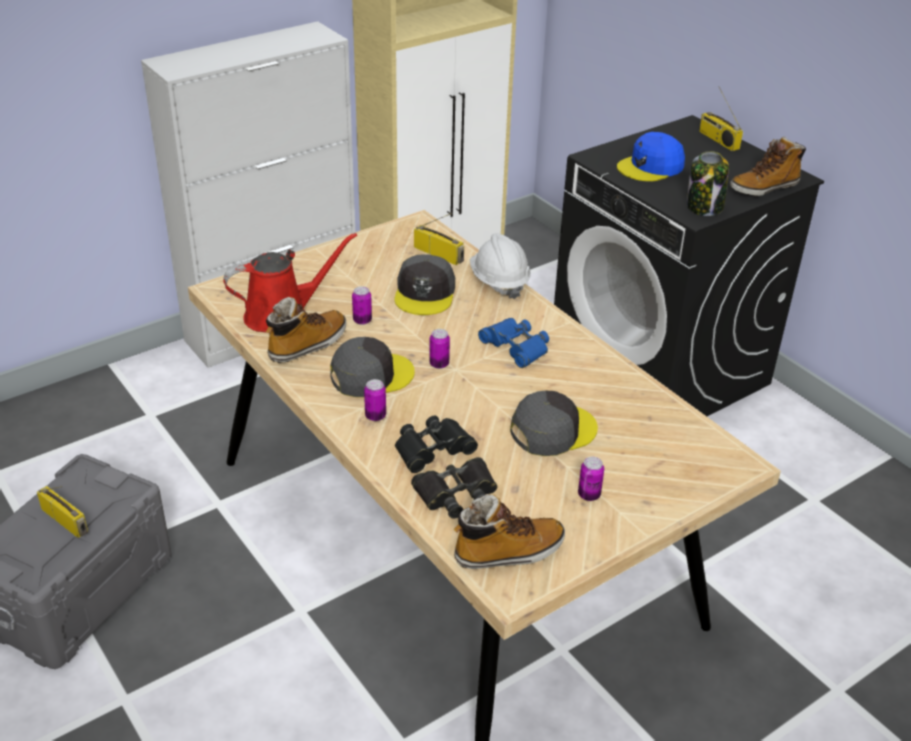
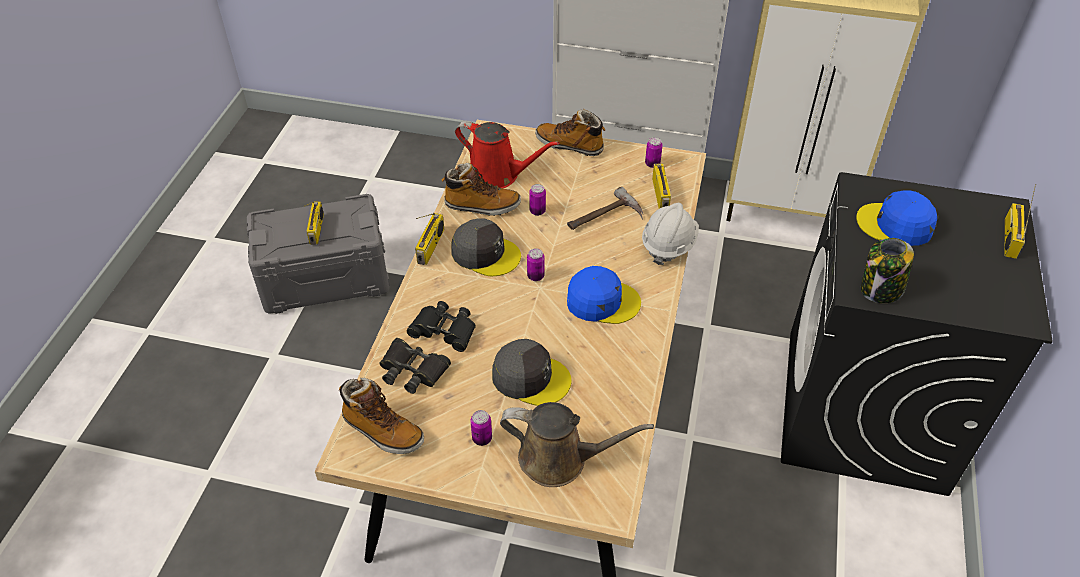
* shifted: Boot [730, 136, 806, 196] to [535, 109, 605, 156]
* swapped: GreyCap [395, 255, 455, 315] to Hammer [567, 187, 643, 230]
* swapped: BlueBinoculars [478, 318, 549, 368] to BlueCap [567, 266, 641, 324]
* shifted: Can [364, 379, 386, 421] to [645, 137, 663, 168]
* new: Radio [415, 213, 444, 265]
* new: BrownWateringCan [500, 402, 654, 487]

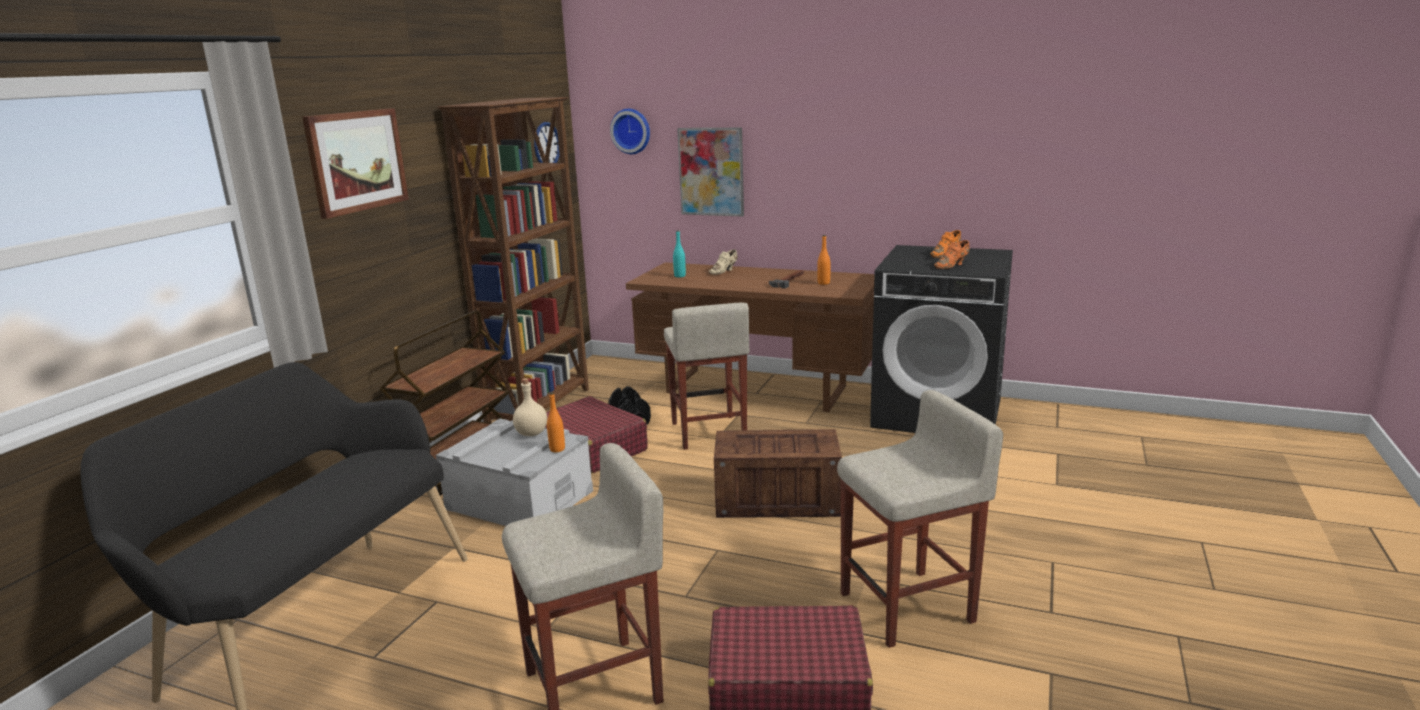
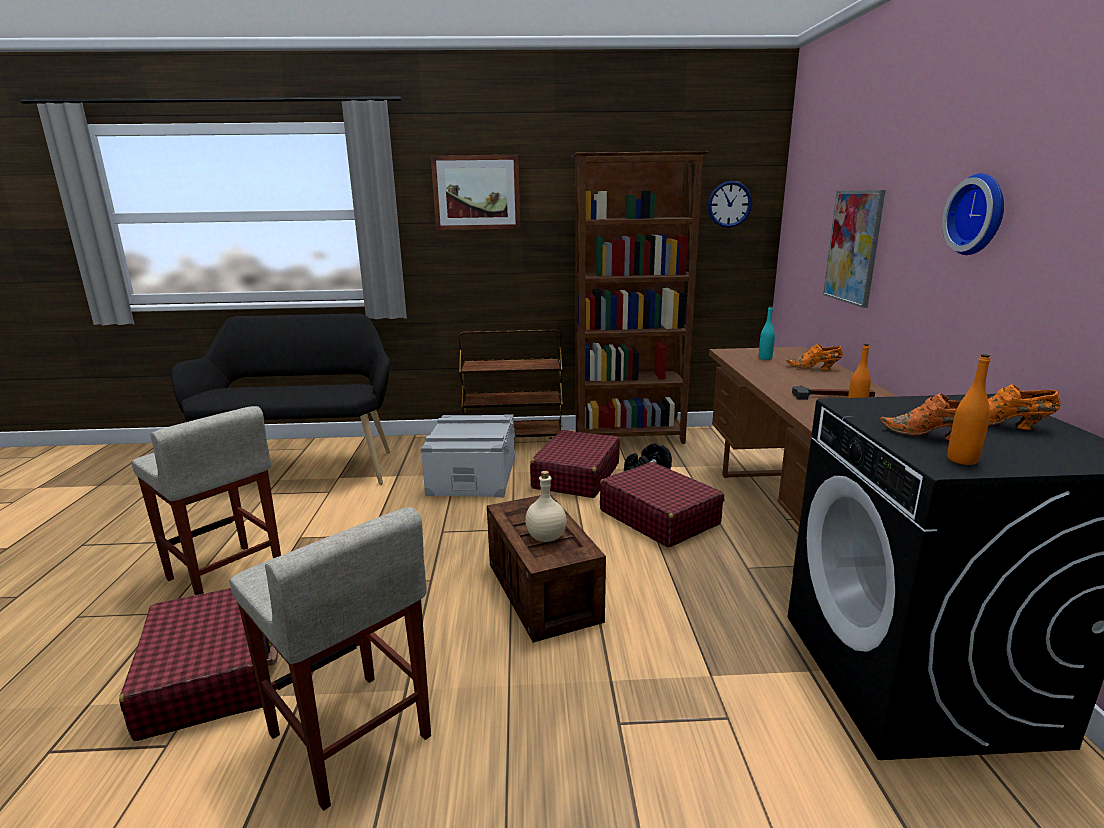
* shifted: WallClock [610, 109, 650, 154] to [942, 173, 1004, 255]
* repainted: BeigeShoe [708, 249, 738, 275] to OrangeShoe [786, 344, 843, 370]
* swapped: BeigeStool [664, 303, 750, 450] to RedSuitcase [600, 462, 724, 547]
* shifted: BeigeBottle [513, 378, 547, 436] to [525, 471, 567, 542]
* shifted: OrangeBottle [547, 392, 565, 452] to [947, 354, 990, 465]

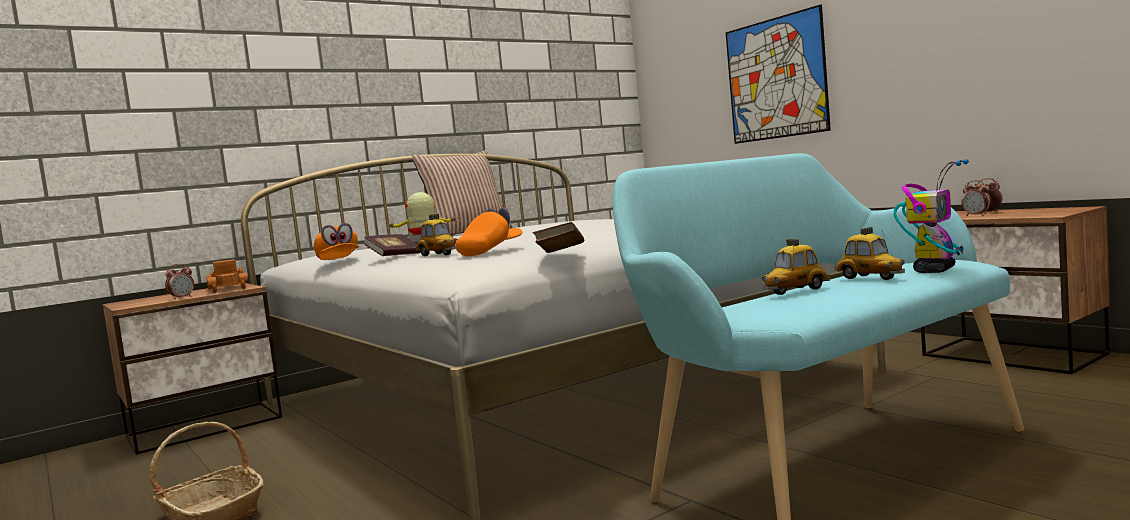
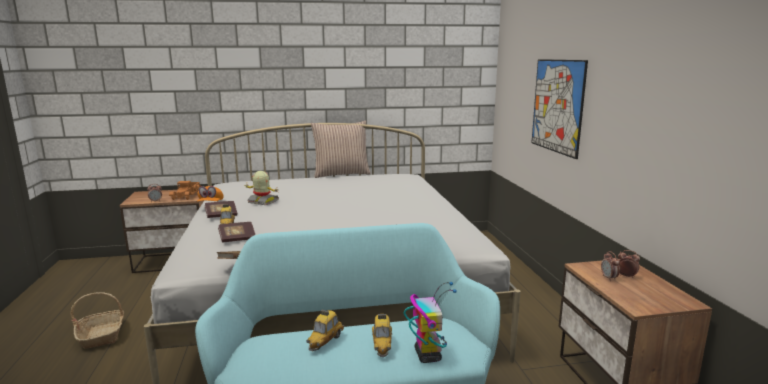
* rotated: ToyRobot [893, 159, 969, 273] = [403, 282, 457, 363] 75 degrees counterclockwise
* swapped: OrangeCap [455, 207, 522, 256] to Book [218, 222, 255, 243]
* rotated: ToyCar [762, 239, 830, 295] = [306, 310, 344, 351] 60 degrees counterclockwise

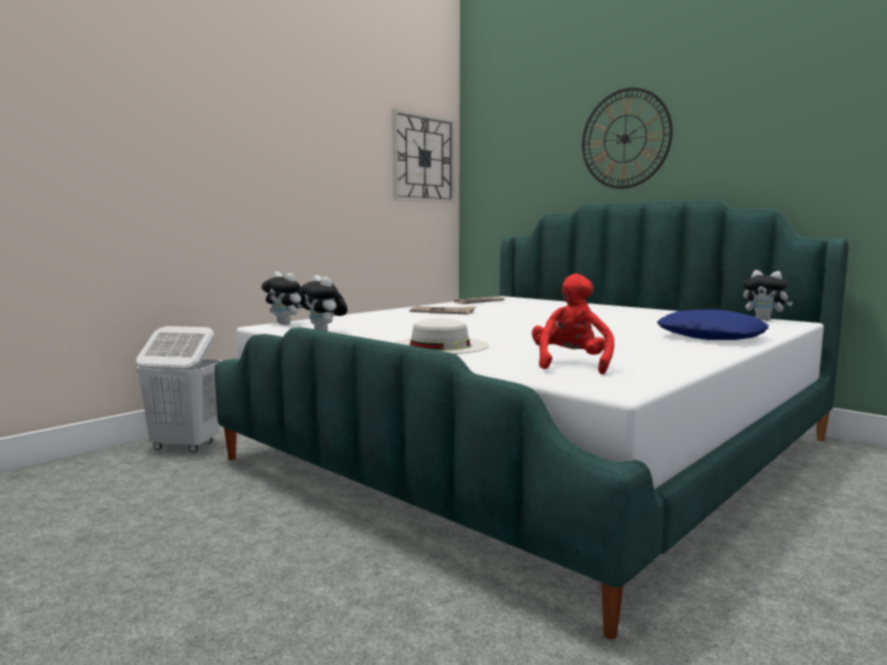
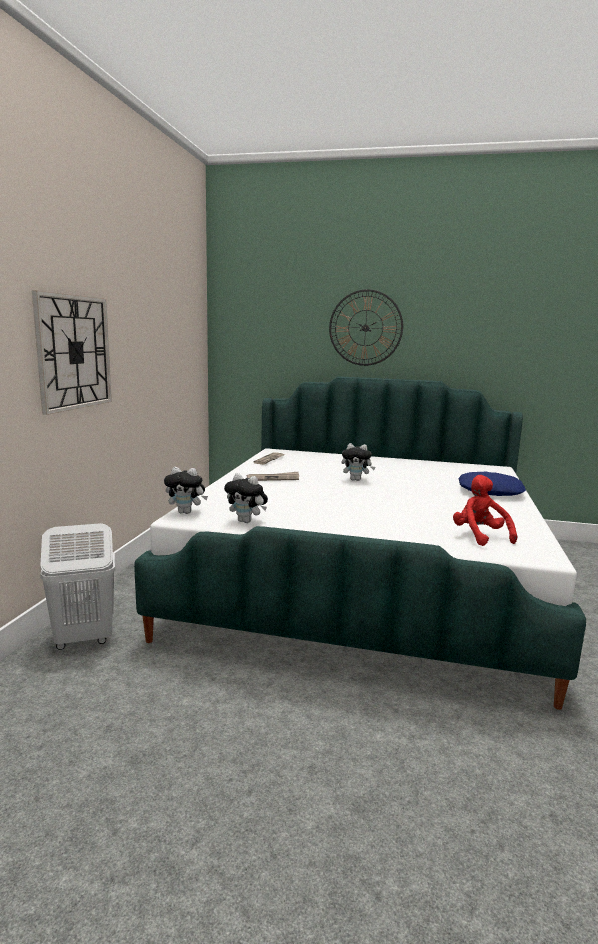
* shifted: WallClock [392, 109, 454, 203] to [32, 290, 112, 415]
* shifted: PlushToy [743, 270, 793, 321] to [341, 443, 375, 481]
* gone: WhiteHat [394, 318, 489, 354]

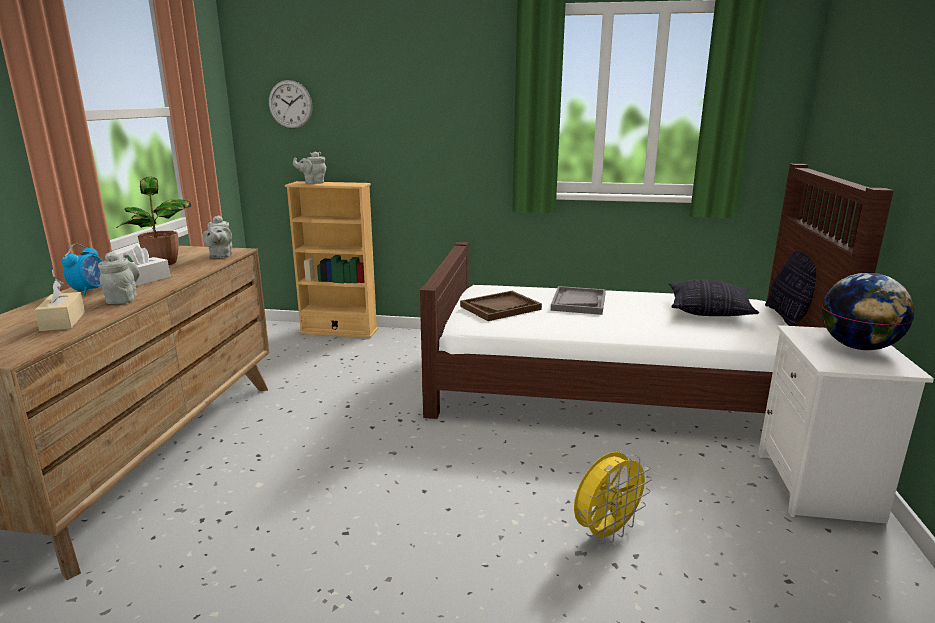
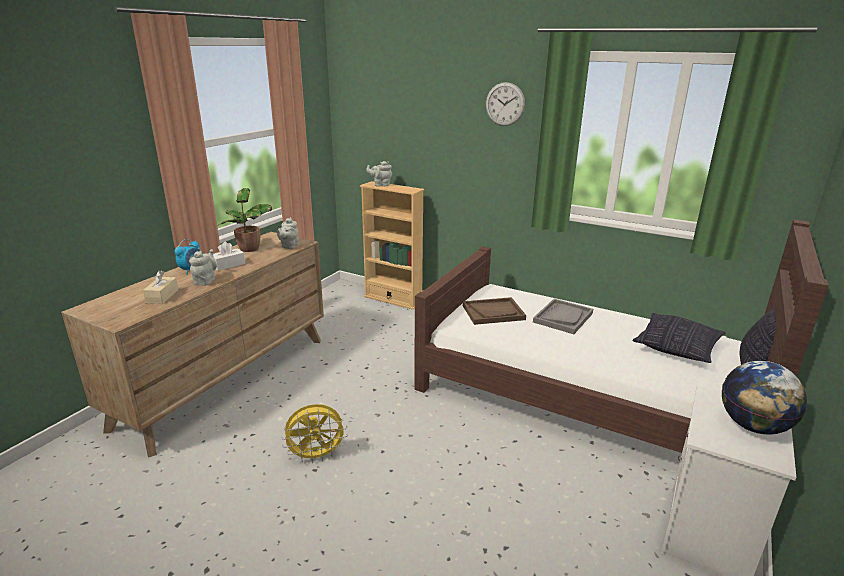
* shifted: WallClock [269, 80, 312, 129] to [486, 82, 525, 126]
* shifted: YellowFan [574, 452, 652, 545] to [281, 404, 348, 463]

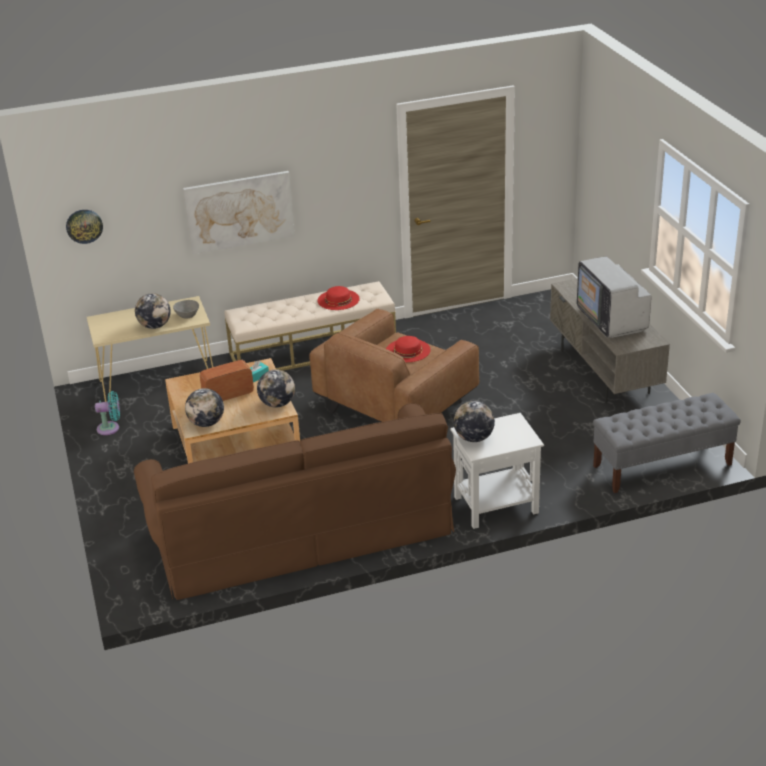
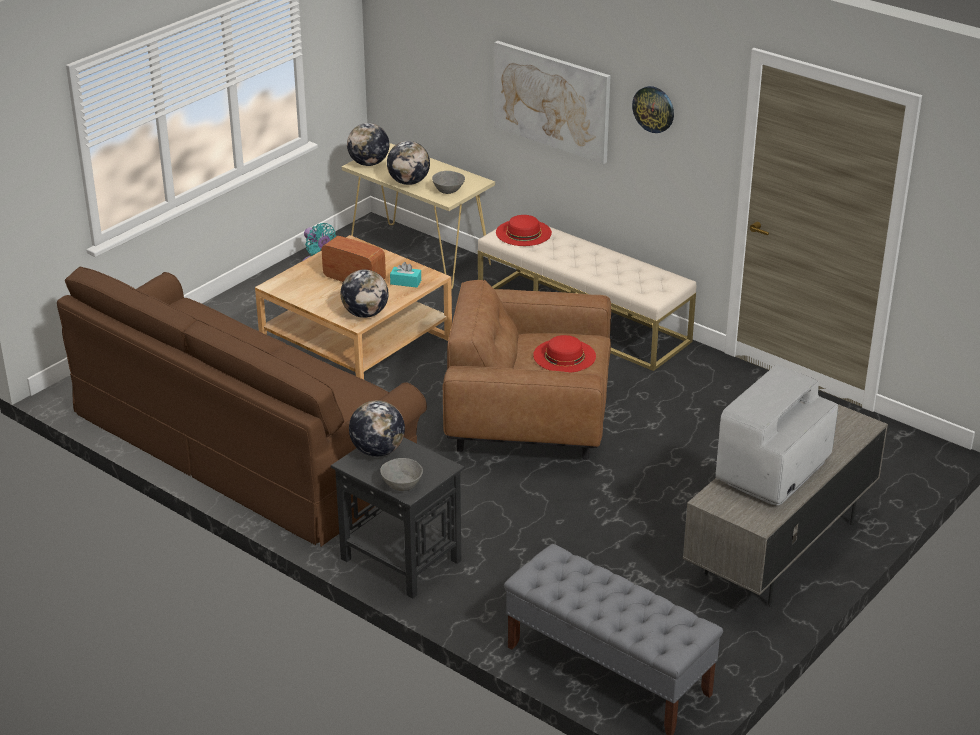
* shifted: WallClock [66, 210, 103, 244] to [632, 86, 674, 133]
* shifted: RedHat [317, 286, 360, 310] to [496, 215, 552, 246]
* shifted: Globe [185, 388, 224, 427] to [347, 123, 389, 166]
* repainted: WhiteSideTable [450, 413, 544, 529] to BlackSideTable [331, 437, 465, 598]
* new: GreyBowl [380, 458, 423, 491]

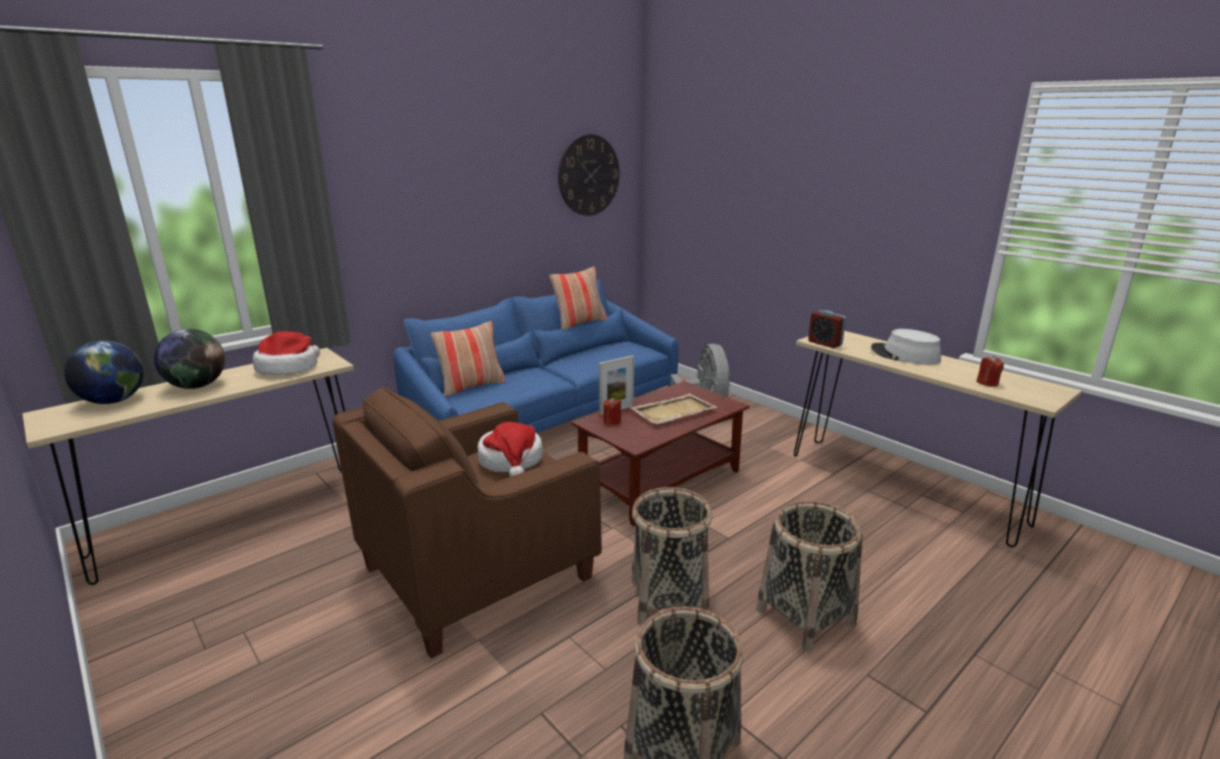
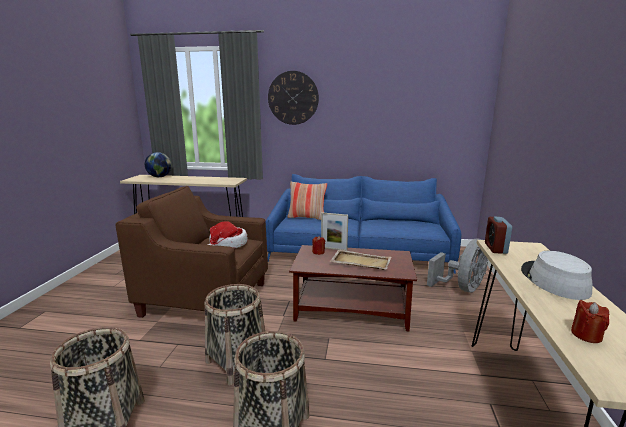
* shifted: WallClock [558, 134, 620, 216] to [268, 71, 319, 125]
* gone: Pillow [549, 266, 607, 331]
* gone: Globe [154, 329, 225, 389]
* gone: Hat [253, 331, 320, 375]

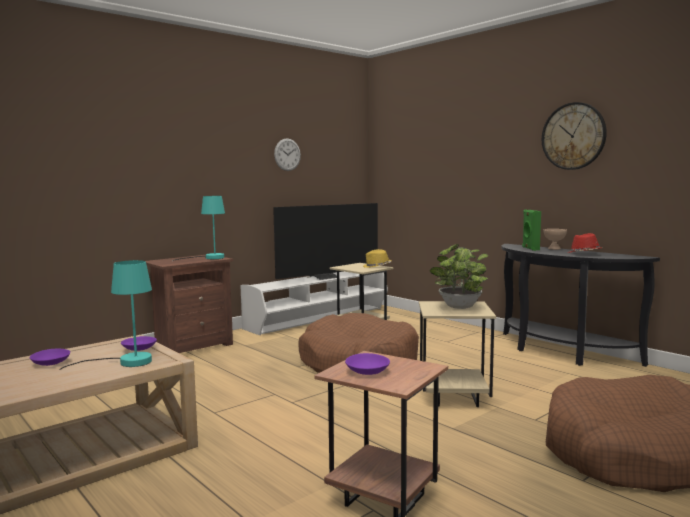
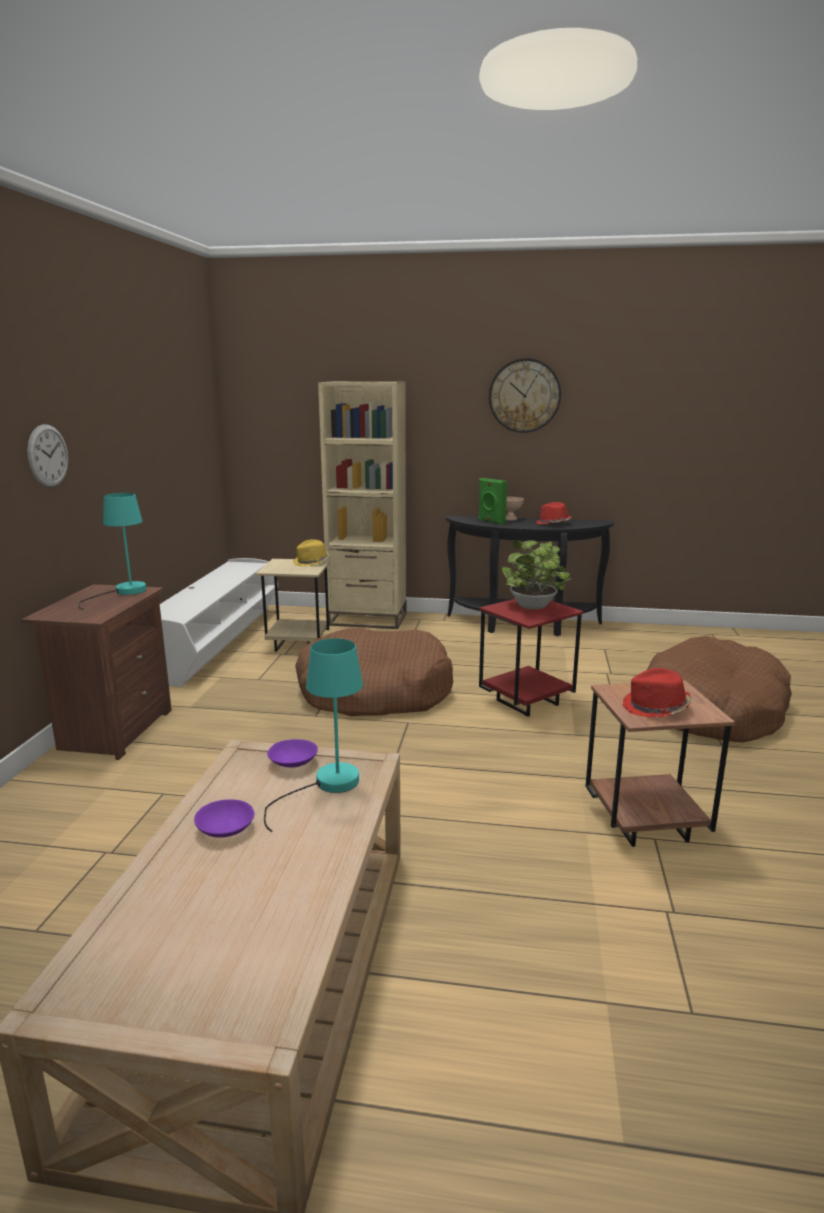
* shifted: WallClock [274, 138, 301, 171] to [27, 424, 68, 487]
* gone: Television [273, 203, 378, 280]
* repainted: BeigeSideTable [419, 301, 496, 407] to RedSideTable [479, 599, 584, 716]
* swapped: PurpleBowl [345, 353, 390, 375] to RedHat [623, 668, 692, 718]
* new: BeigeBookcase [318, 382, 406, 629]

